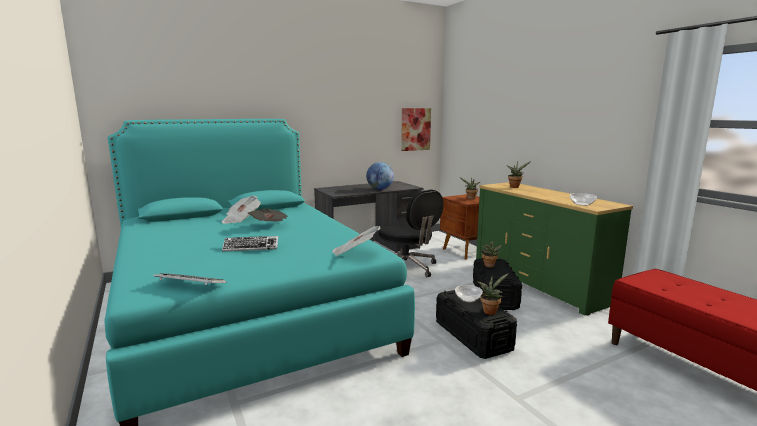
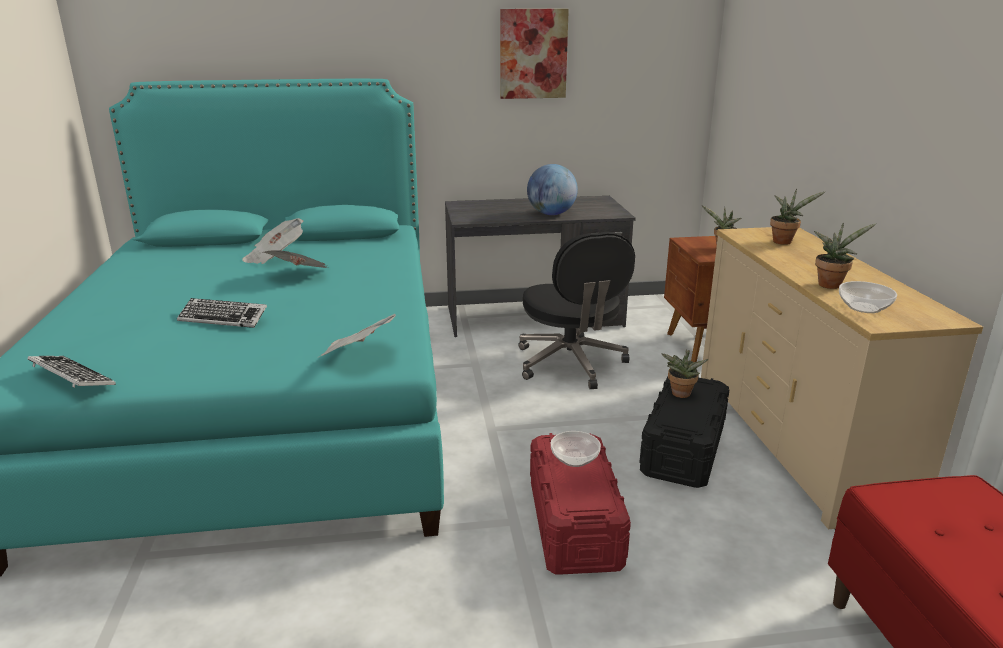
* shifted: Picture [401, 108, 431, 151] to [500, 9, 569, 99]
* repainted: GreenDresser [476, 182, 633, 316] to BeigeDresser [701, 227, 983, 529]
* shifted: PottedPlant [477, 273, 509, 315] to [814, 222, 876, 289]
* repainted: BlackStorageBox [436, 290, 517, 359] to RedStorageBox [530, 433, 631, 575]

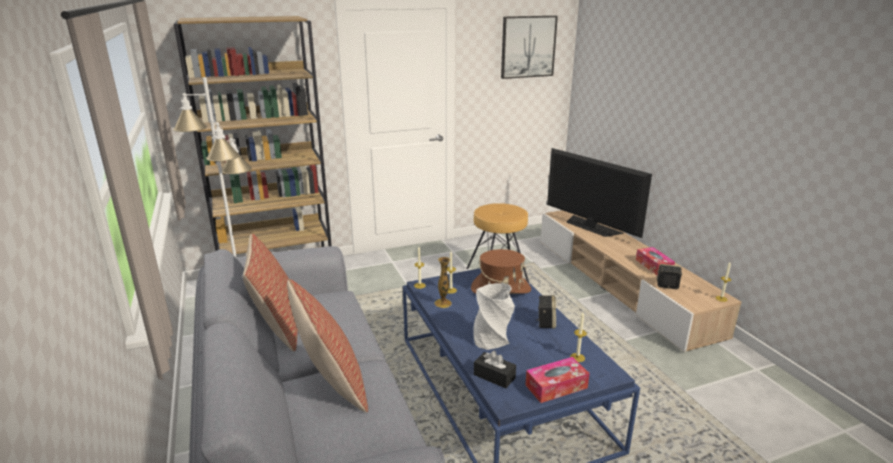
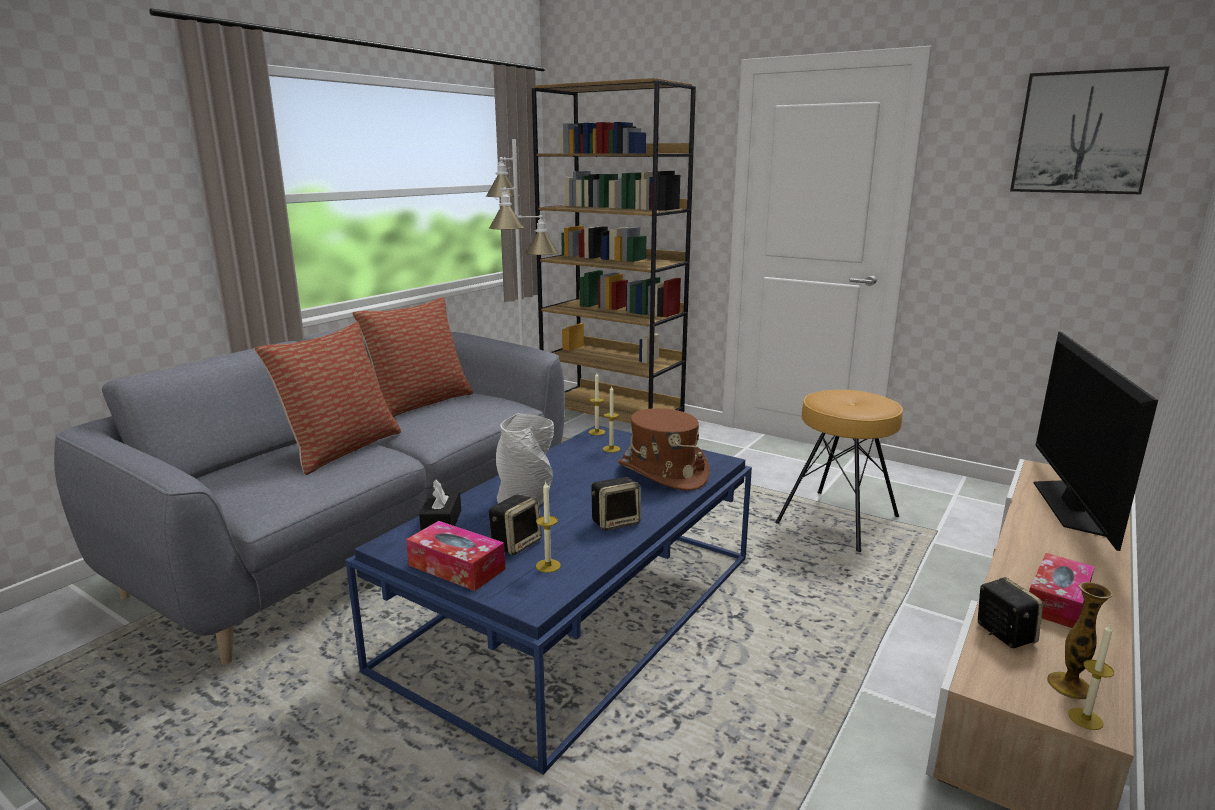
* shifted: Vase [434, 257, 452, 308] to [1047, 582, 1113, 700]
* new: Speaker [489, 495, 542, 555]

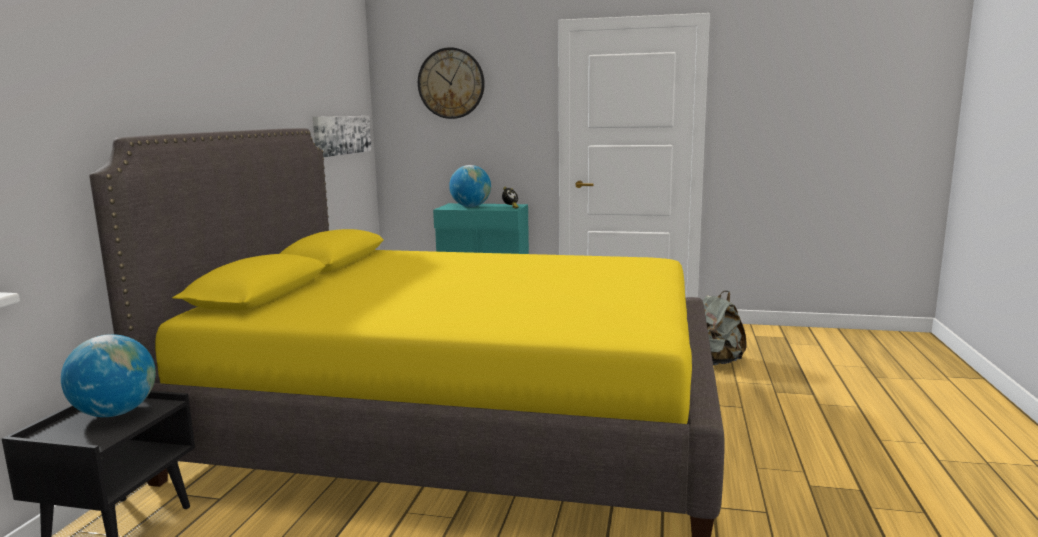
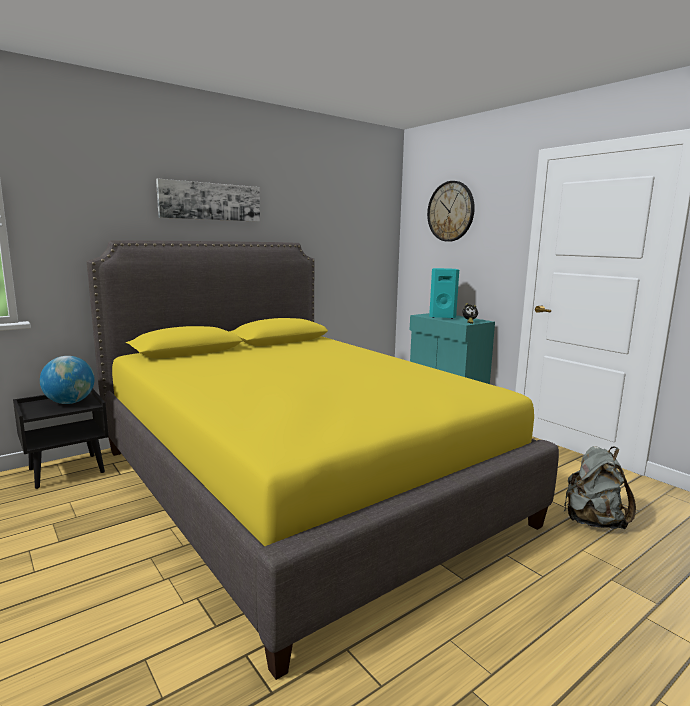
* shifted: Picture [313, 116, 371, 157] to [156, 178, 260, 222]
* swapped: Globe [449, 165, 491, 207] to TurquoiseSpeaker [429, 268, 459, 319]

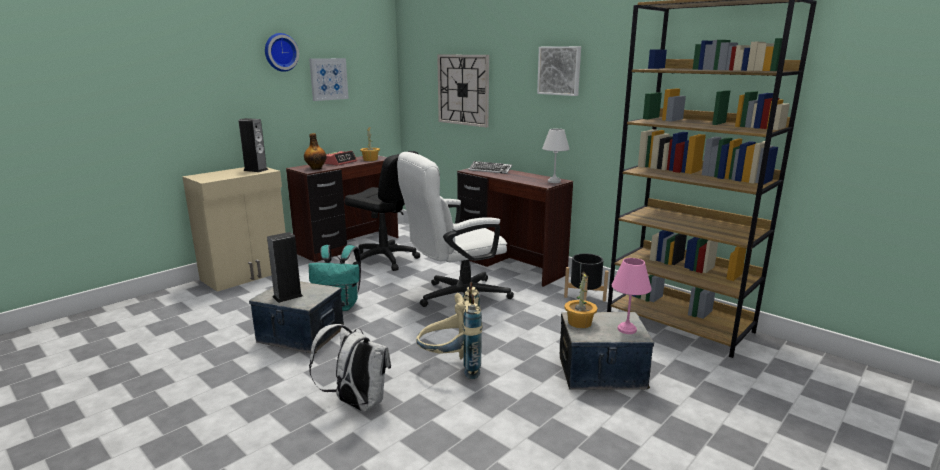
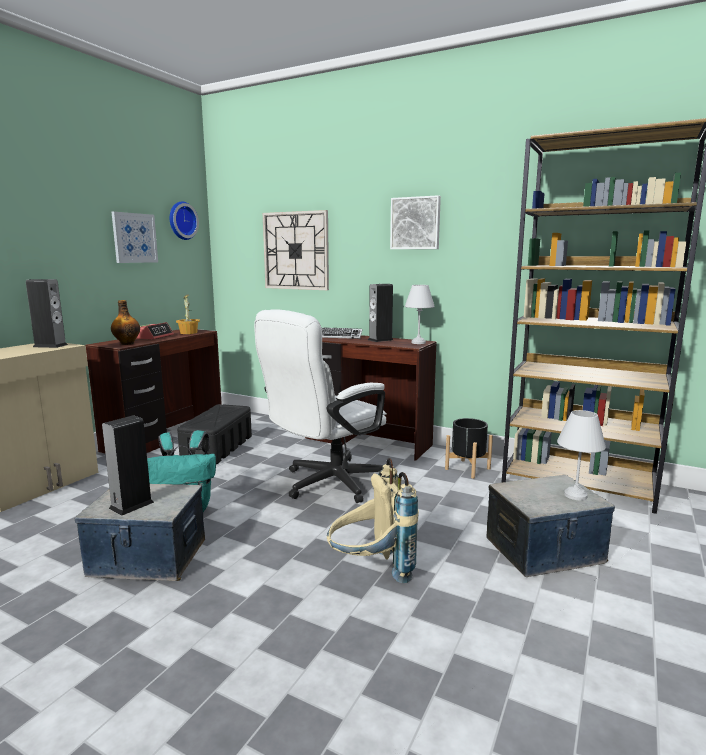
* shifted: WallClock [265, 33, 299, 72] to [170, 201, 199, 240]
* swapped: BlackOfficeChair [344, 151, 420, 271] to BlackStorageBox [177, 404, 252, 464]
* repainted: PinkTableLamp [612, 258, 652, 334] to WhiteTableLamp [557, 410, 606, 500]
* gone: PottedPlant [564, 271, 598, 328]
* gone: WhiteBackpack [309, 324, 391, 412]
* new: Speaker [368, 284, 393, 342]

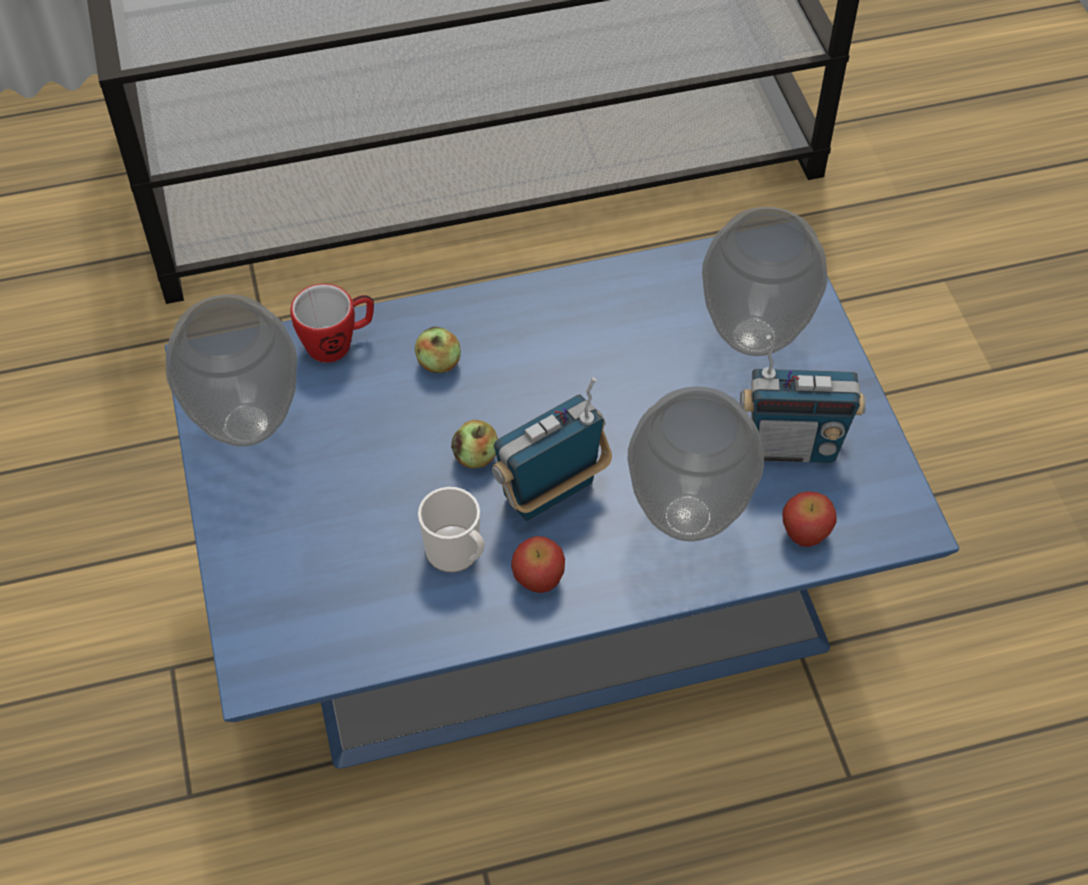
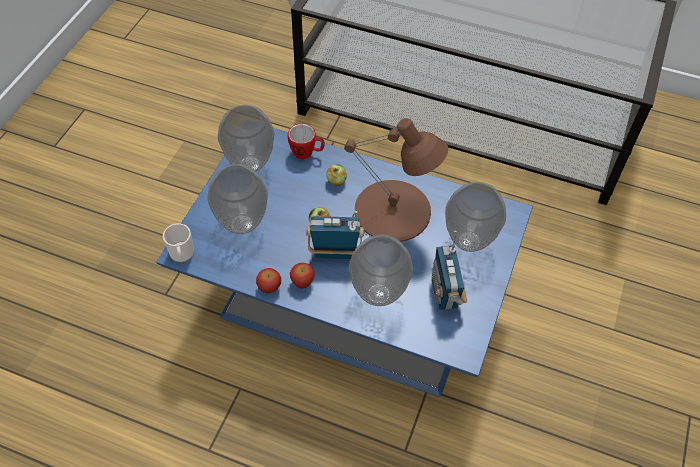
* rotated: Radio [740, 335, 866, 463] = [432, 231, 467, 310] 45 degrees clockwise
* shifted: Mug [418, 487, 484, 573] to [163, 223, 194, 262]
* shifted: Apple [782, 491, 837, 547] to [256, 268, 281, 293]
* new: BrownTableLamp [344, 118, 448, 242]
* new: Vase [207, 164, 268, 234]

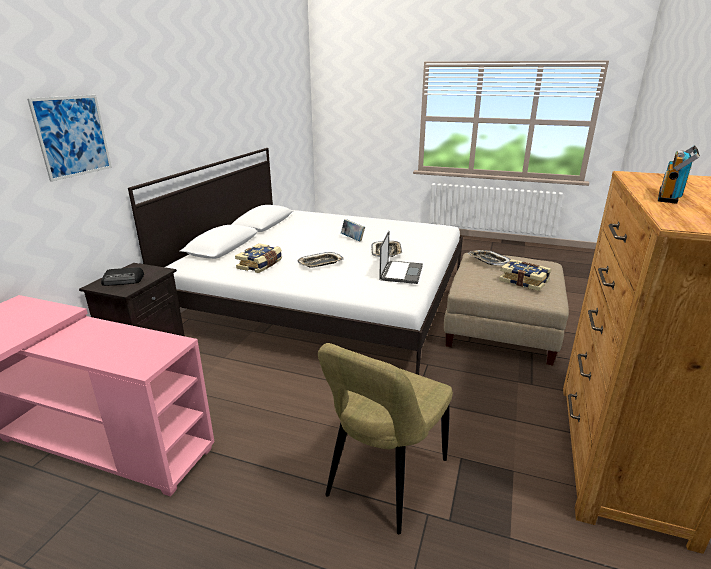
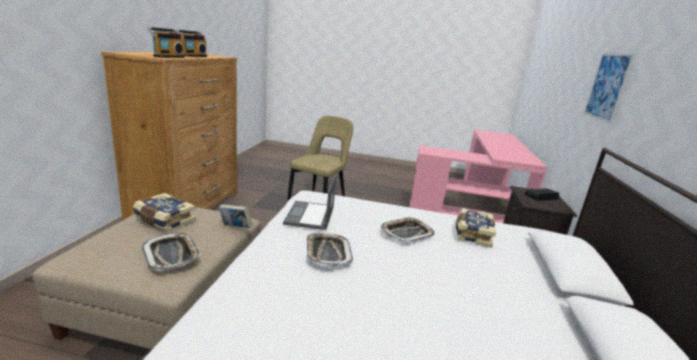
* shifted: Book [341, 219, 365, 241] to [219, 204, 253, 228]
* new: Radio [148, 27, 185, 58]

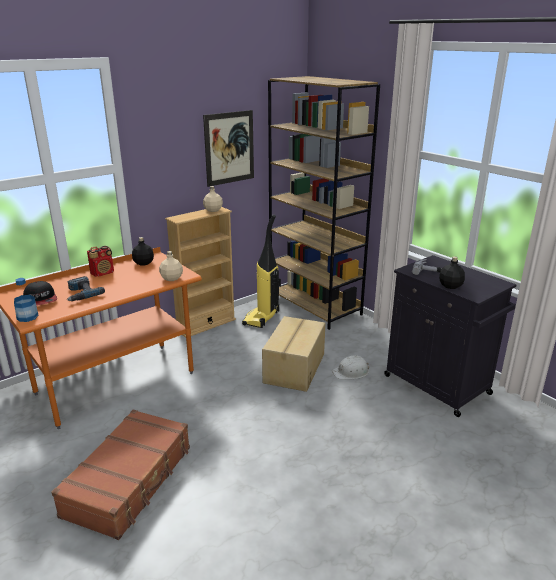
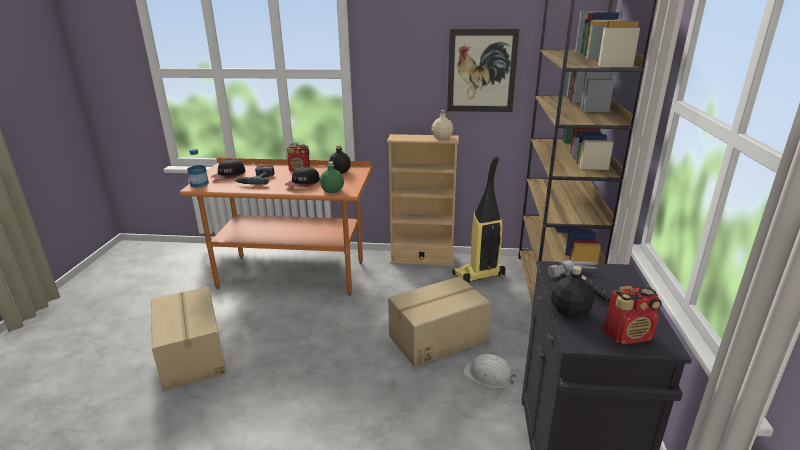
* repainted: BeigeBottle [159, 251, 183, 281] to GreenBottle [320, 161, 344, 193]
* swapped: BrownSuitcase [51, 409, 190, 540] to CardboardBox [151, 287, 226, 390]
* new: Cap [285, 167, 320, 188]
* new: Radio [604, 286, 662, 345]

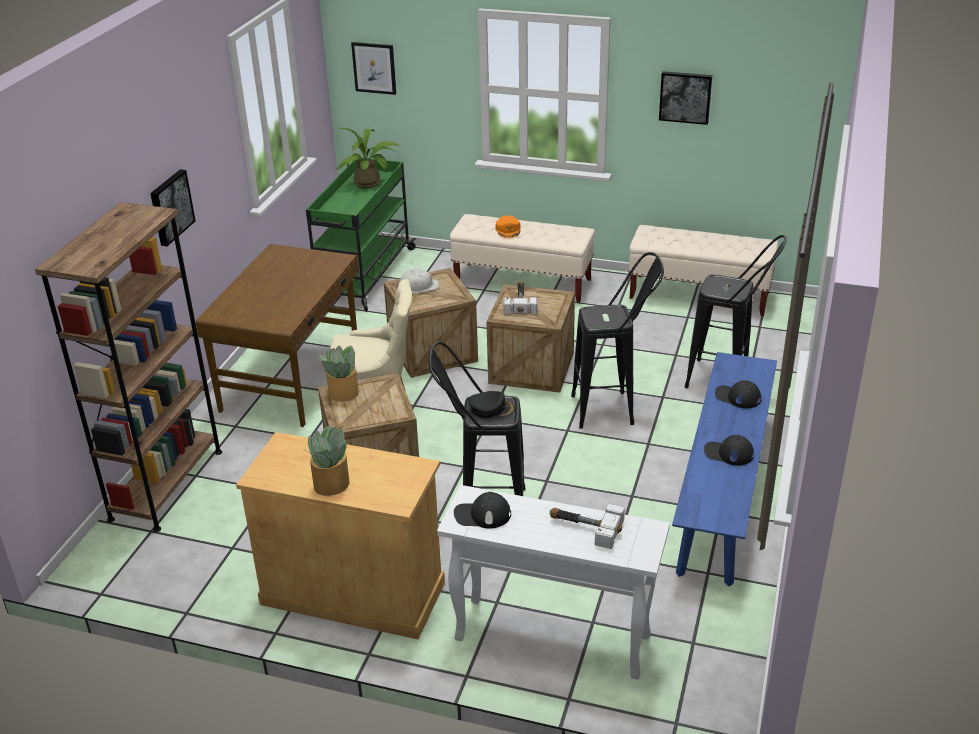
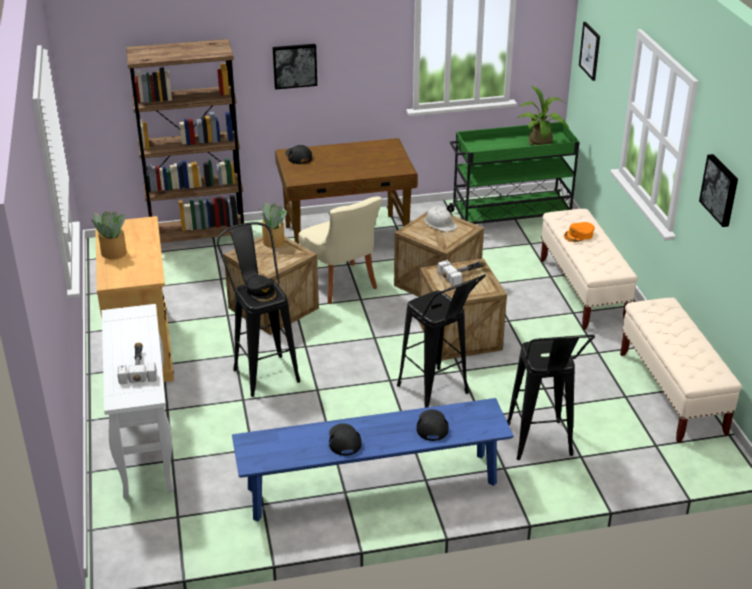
* shifted: BlackCap [454, 492, 511, 529] to [285, 145, 312, 164]

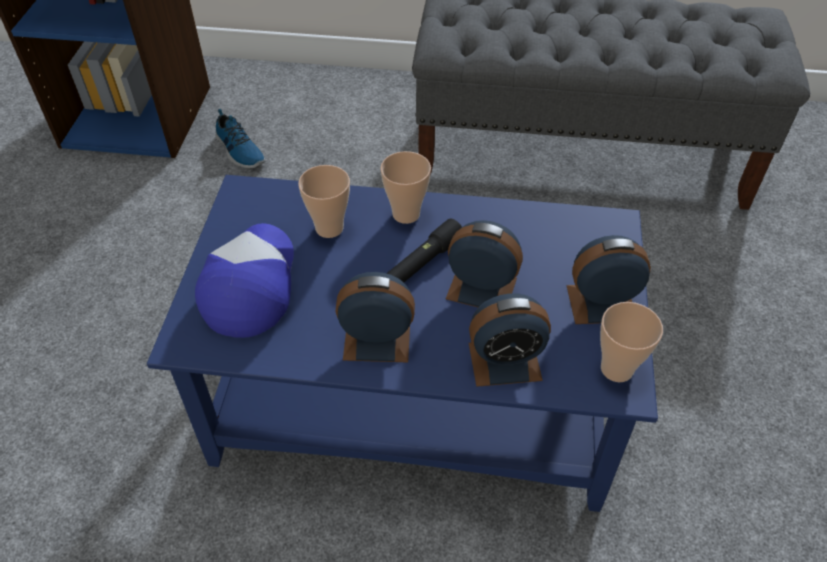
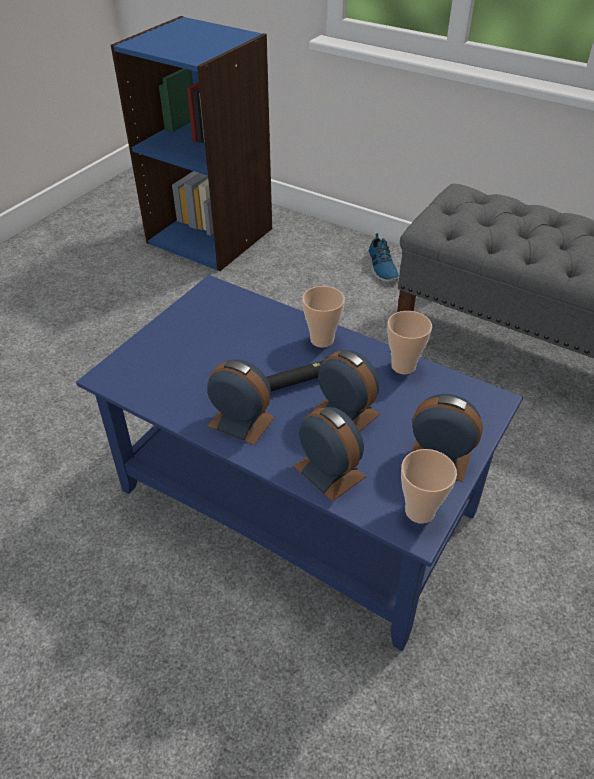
* shifted: Shoe [216, 109, 266, 168] to [367, 233, 399, 282]
* shifted: Cup [298, 165, 350, 238] to [387, 311, 432, 374]
* gone: Cap [195, 223, 294, 338]
* rotated: AlarmClock [469, 294, 551, 387] = [294, 407, 366, 502] 150 degrees counterclockwise

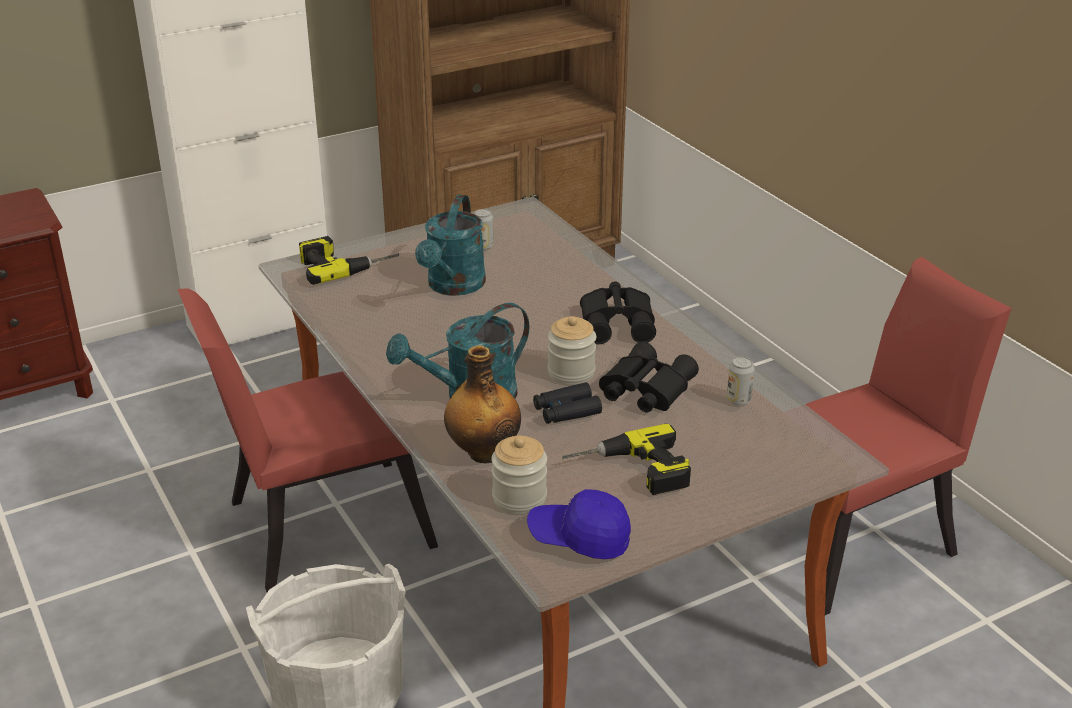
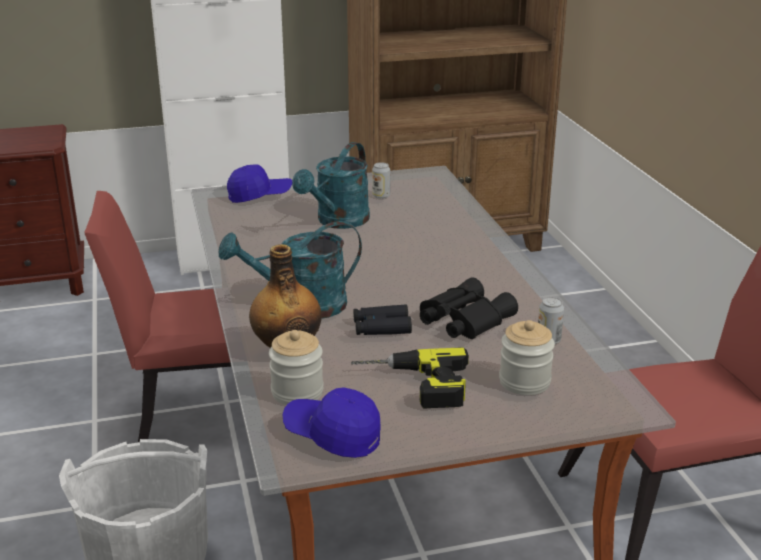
* swapped: PowerDrill [299, 236, 399, 285] to BlueCap [227, 164, 292, 203]
* gone: BlackBinoculars [580, 281, 656, 344]
* shifted: Jar [548, 316, 596, 385] to [499, 320, 555, 395]

